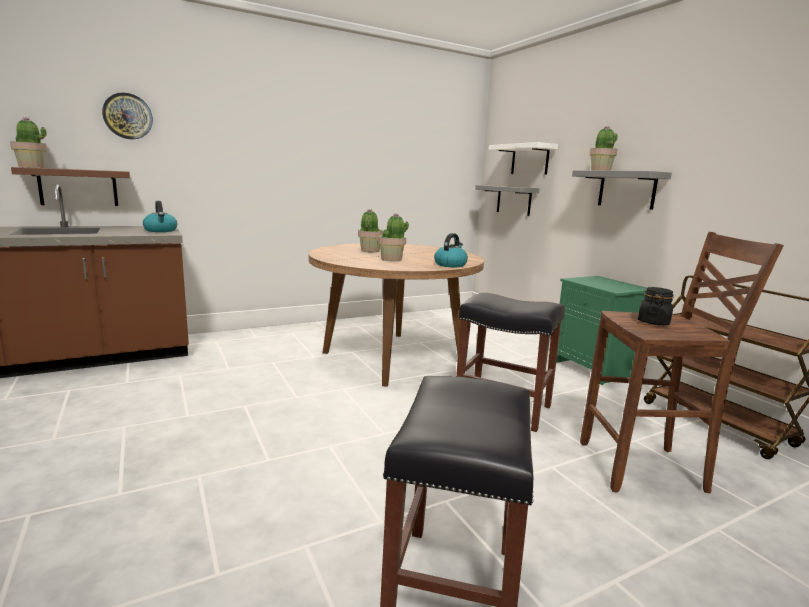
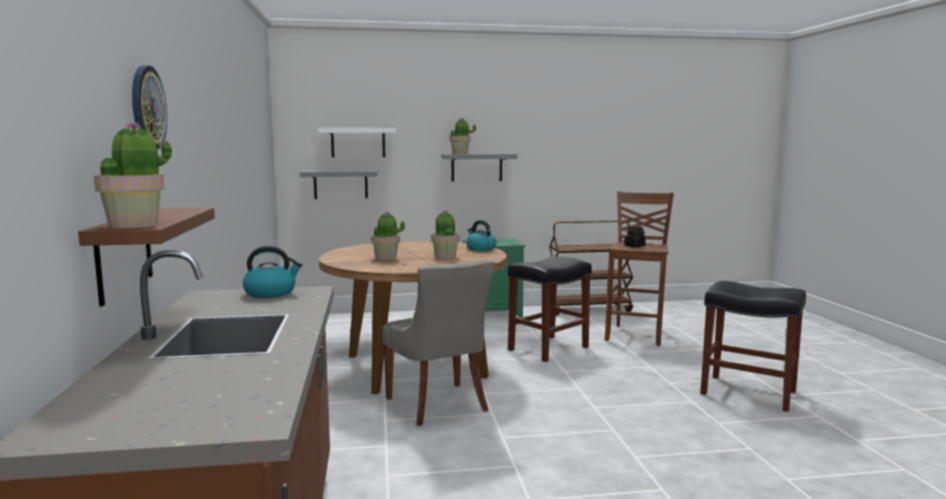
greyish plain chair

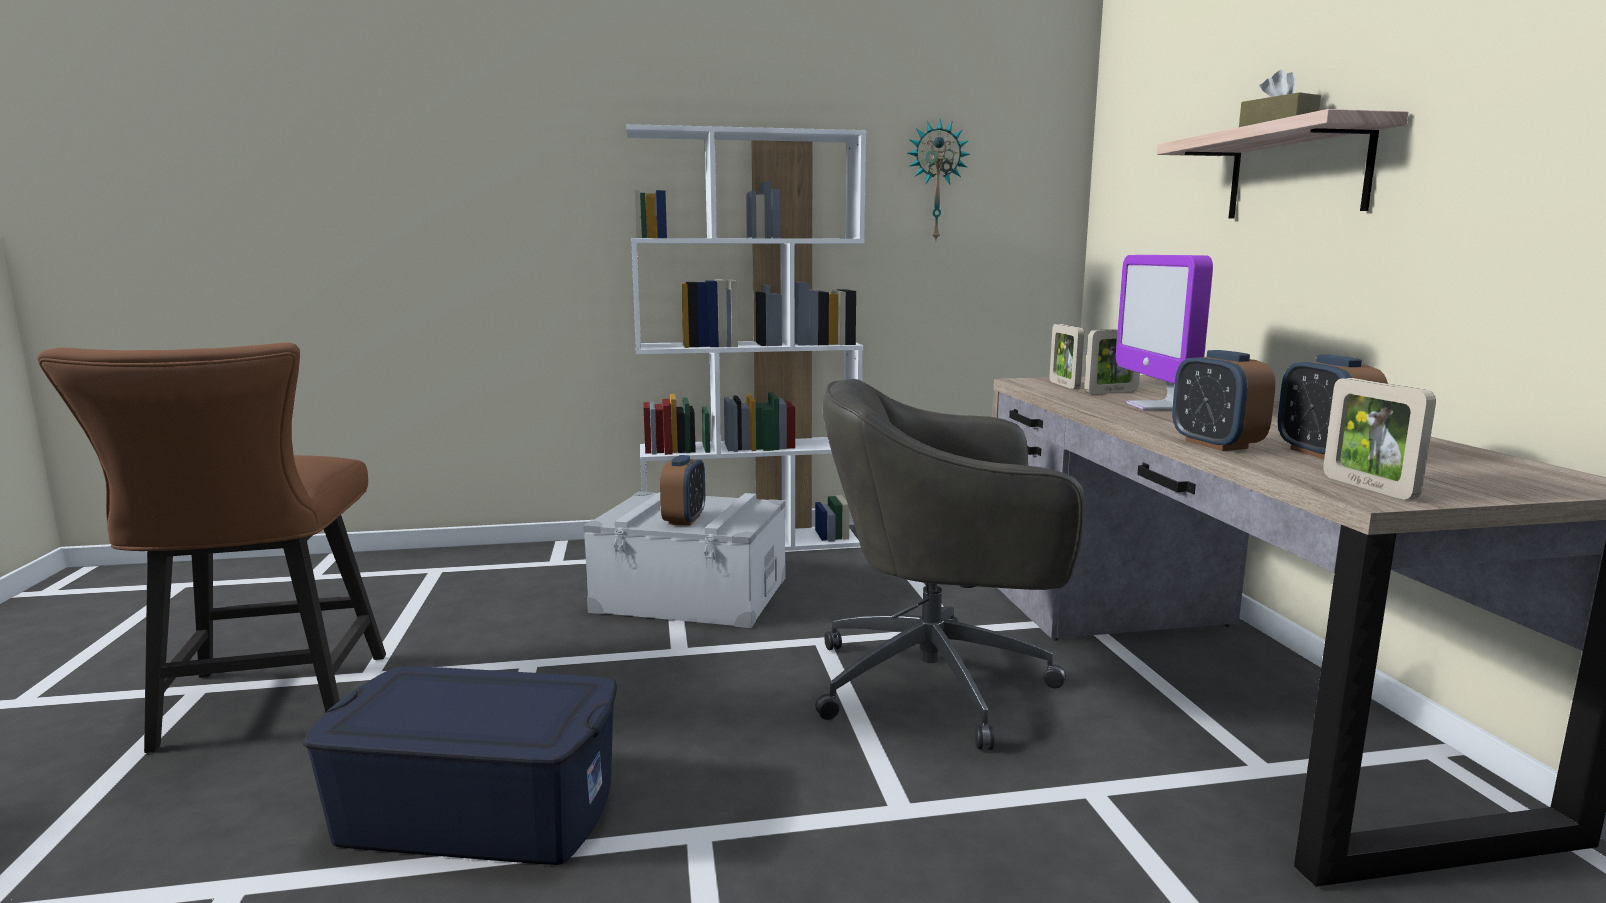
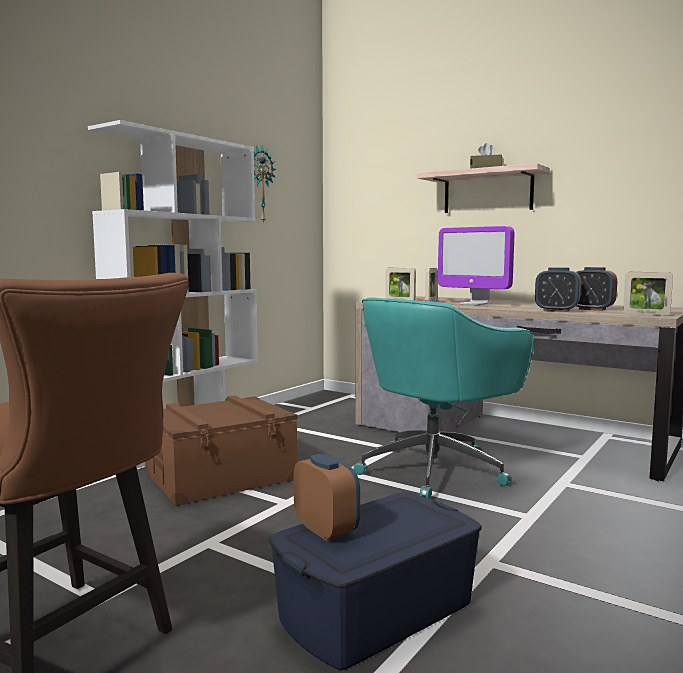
brown-coloured storage box
bedside clock (1st from left)
blue-green computer chair

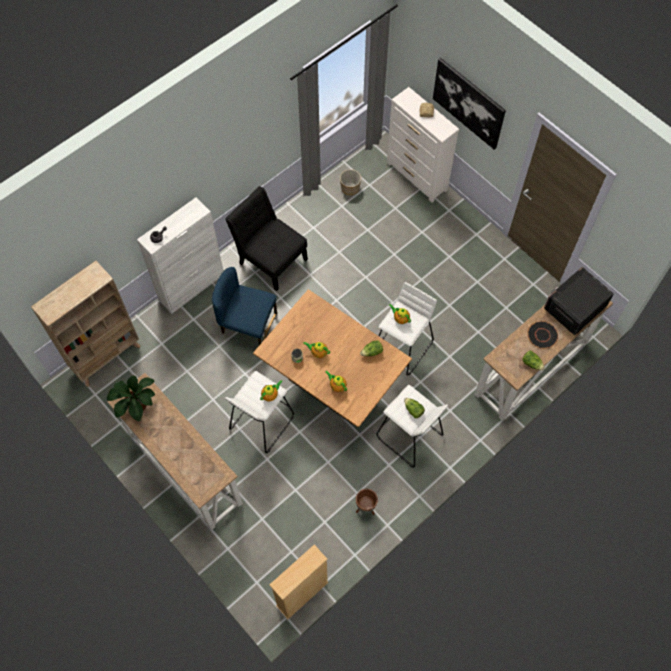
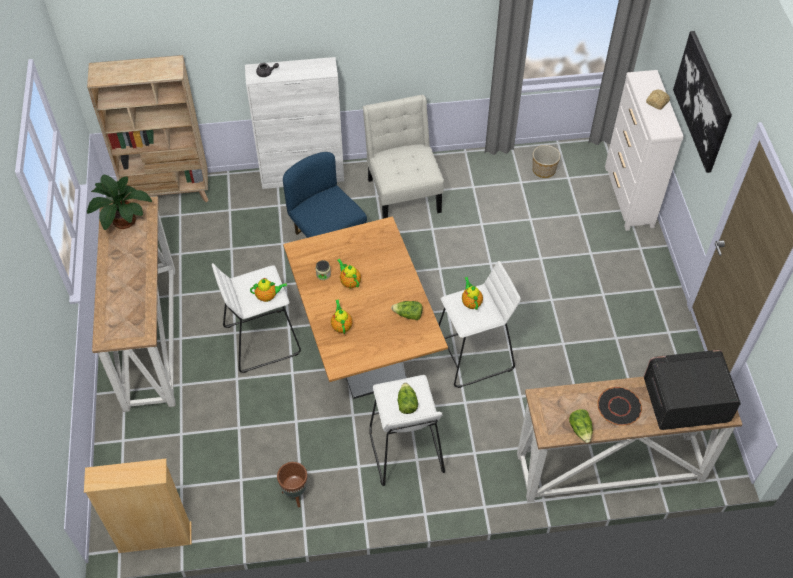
whitish plain chair

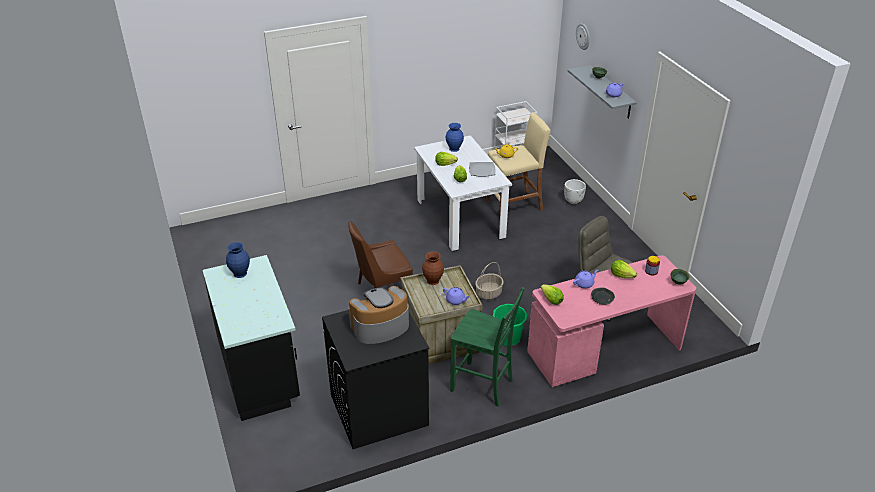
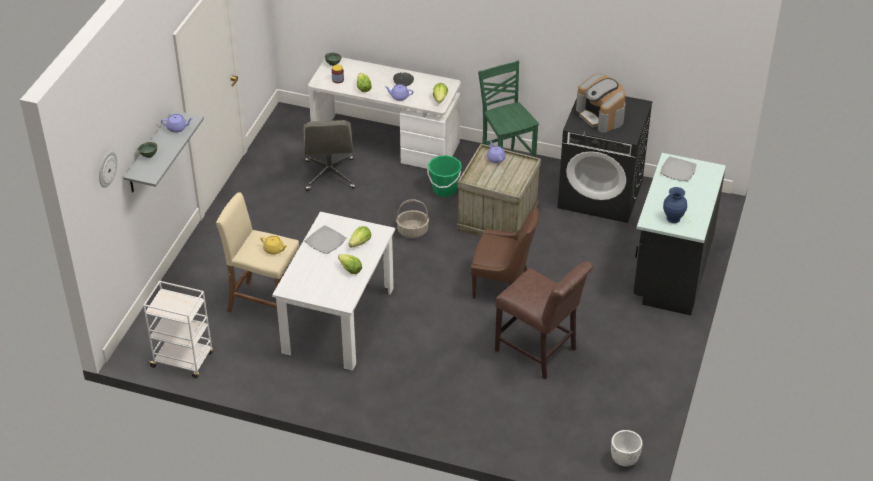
coffee machine
brown-coloured vase
blue-coloured vase (2nd from left in the first image)
whitish desk table
whitish planter
brown-coloured plain chair (2nd from left)
flat dish (2nd from left)

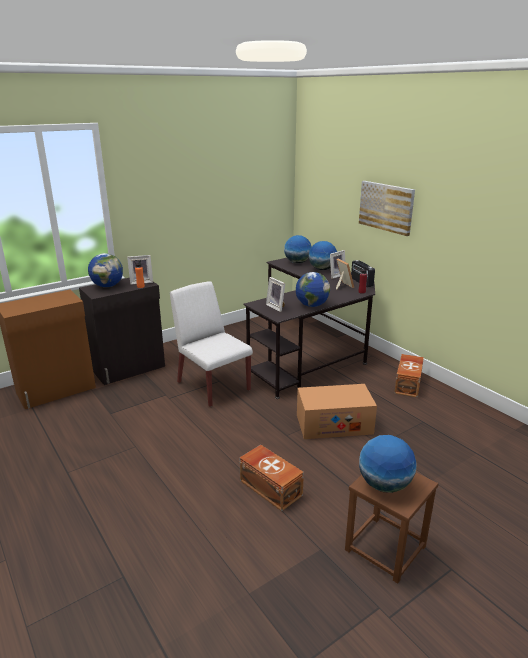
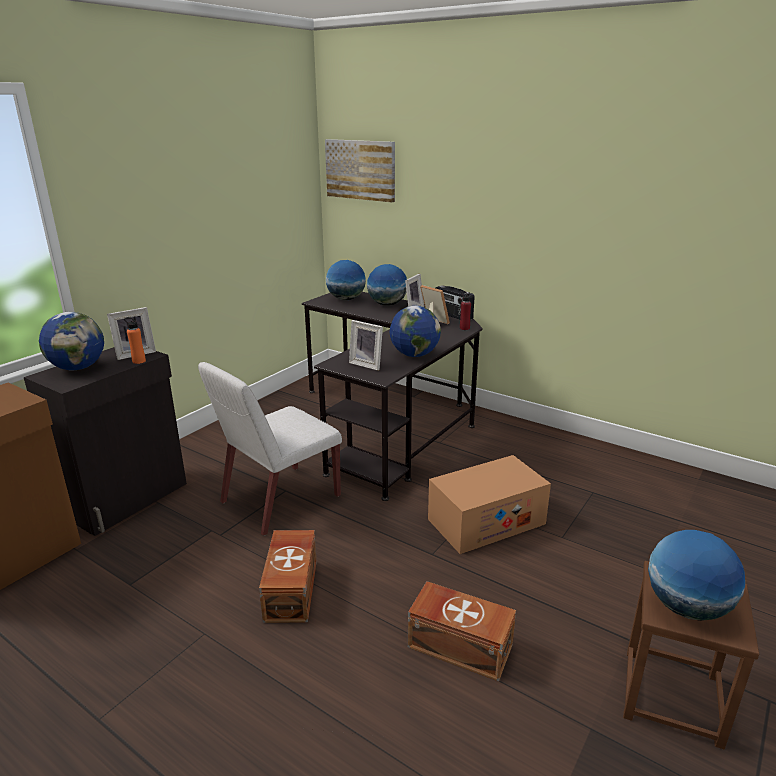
whitish plain chair
picture
brown-coloured storage box (1st from left)

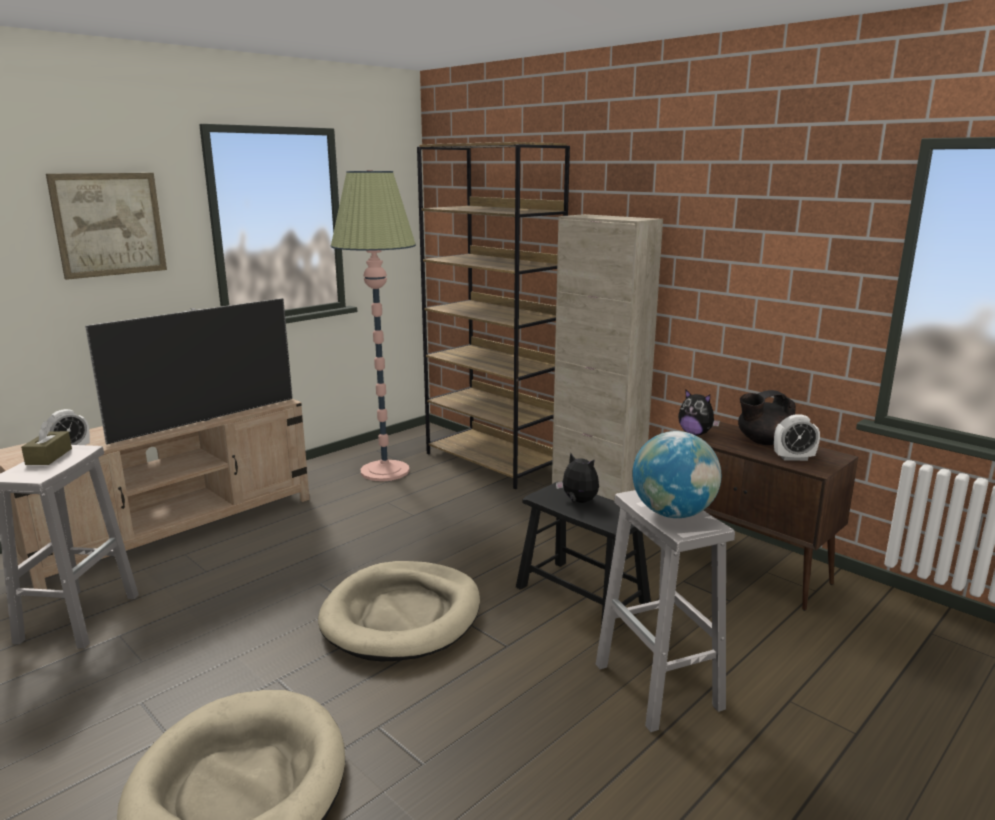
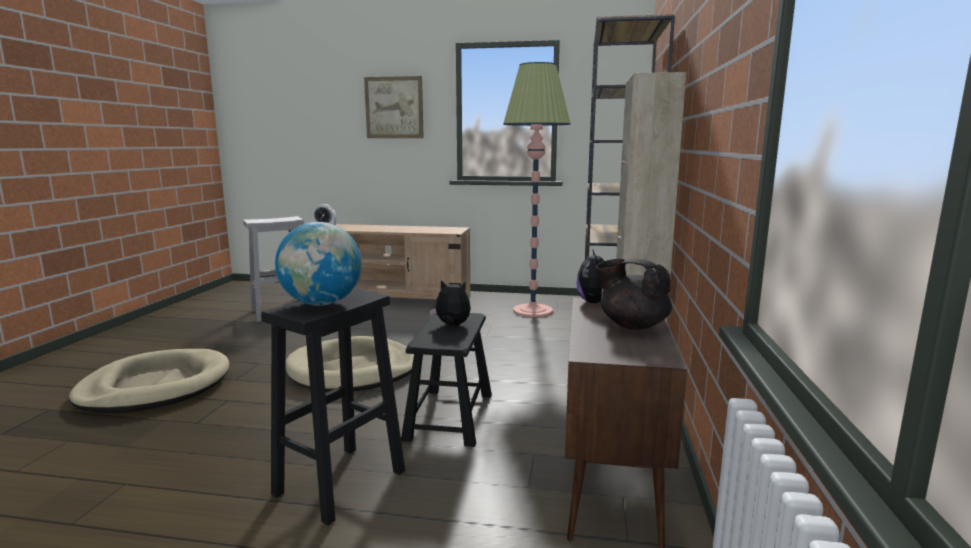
brown-coloured tissue box
TV set
cuddly toy (1st from left)
black-coloured stool (1st from left)
bedside clock (2nd from left in the first image)

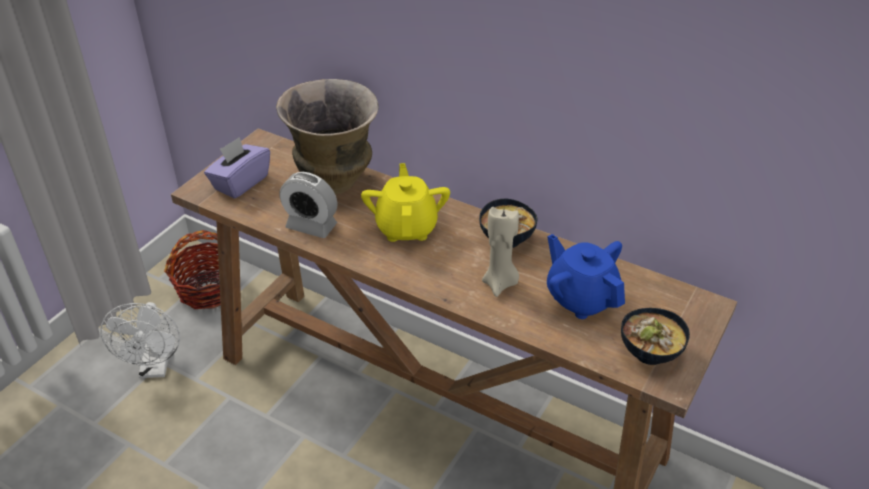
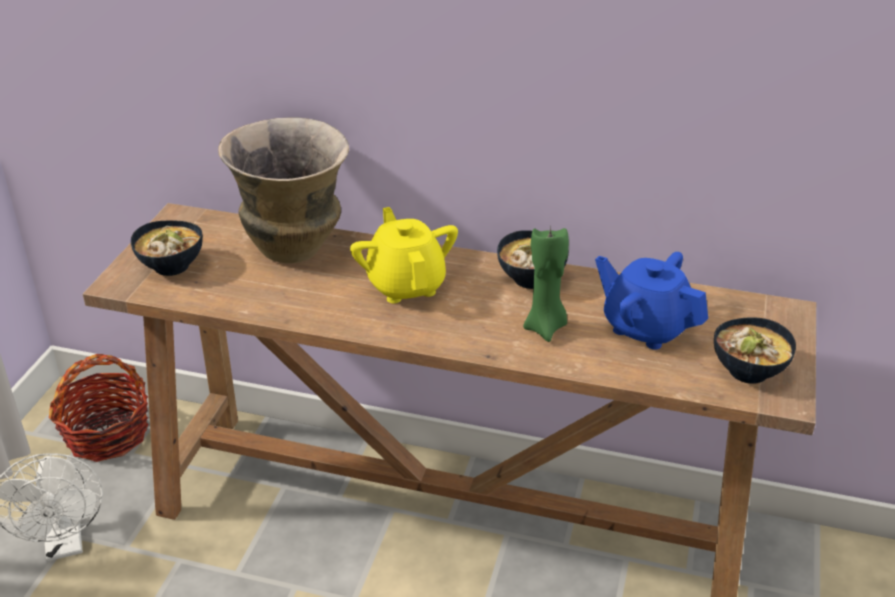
deep dish (1st from left)
bedside clock
green candle

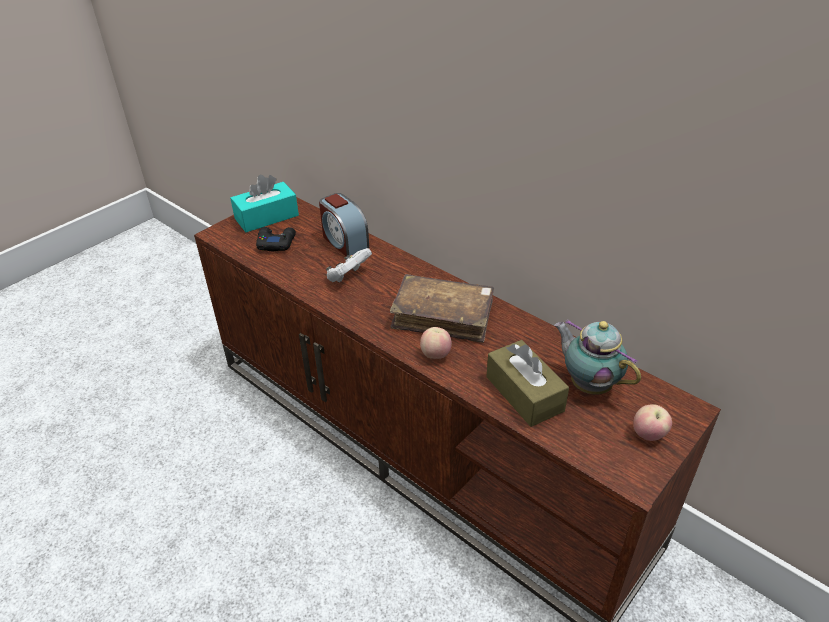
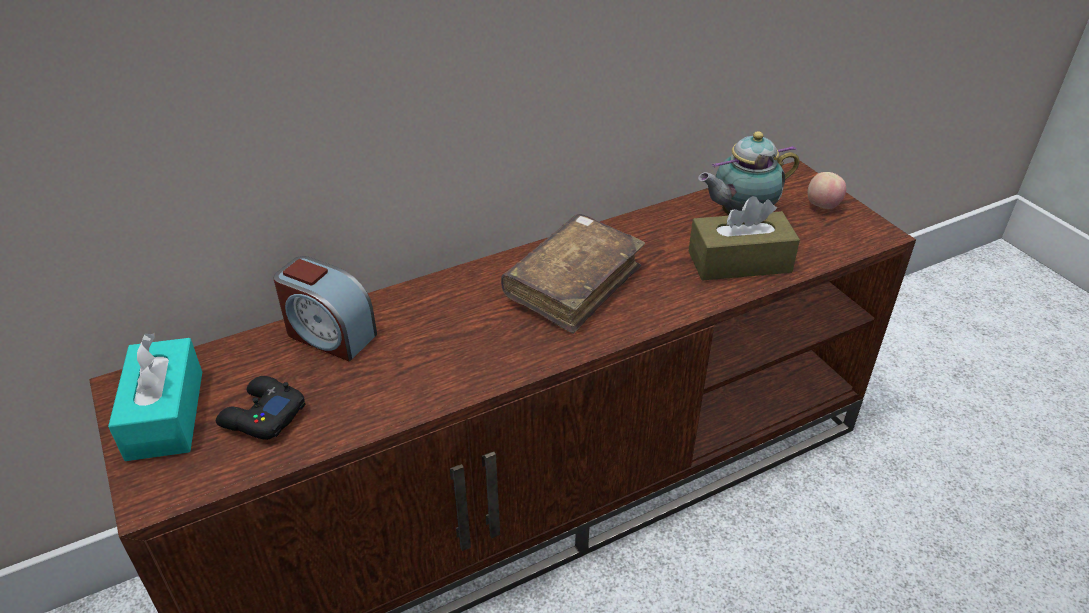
bedside clock
whitish joypad
apple fruit (1st from left in the first image)

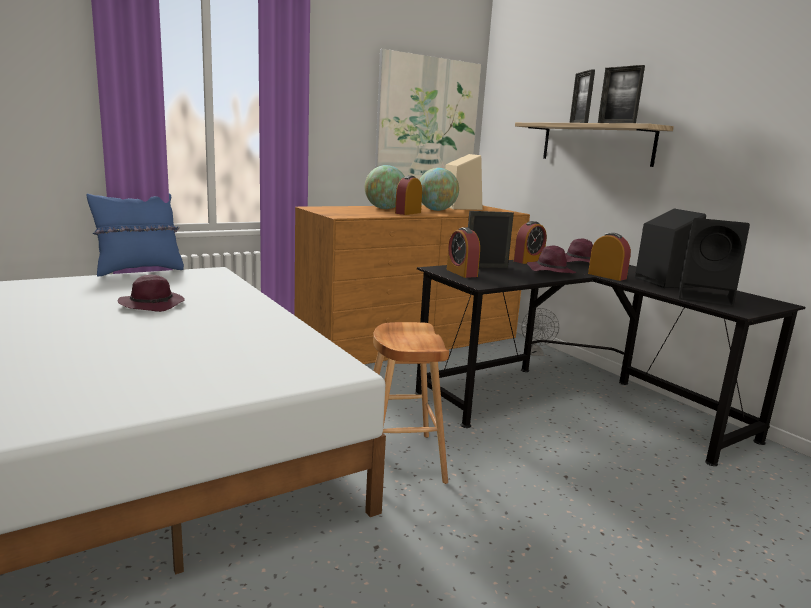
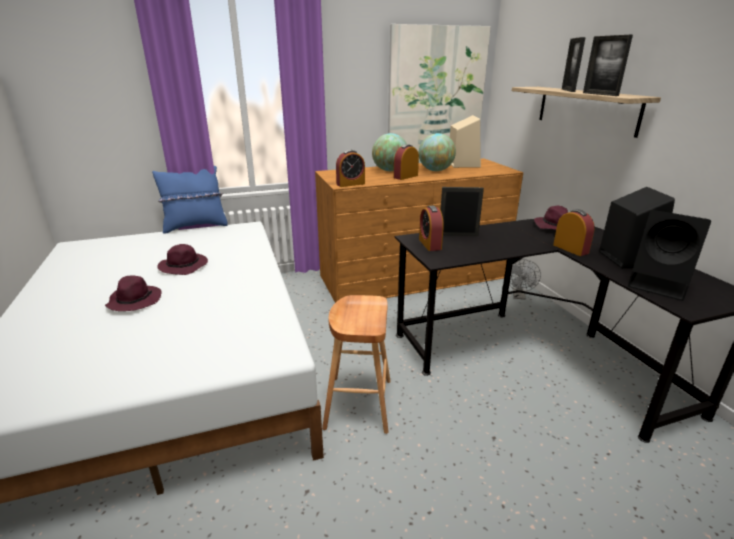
bedside clock (1st from left)
purple clothing hat (1st from left)

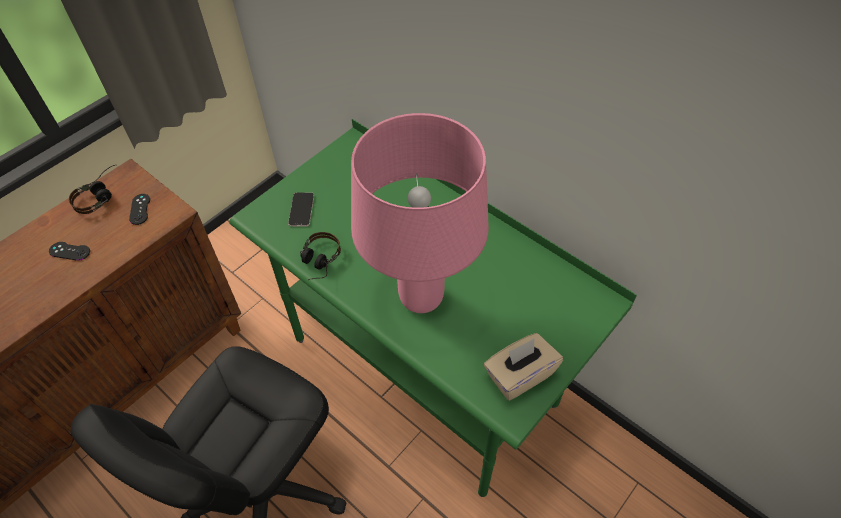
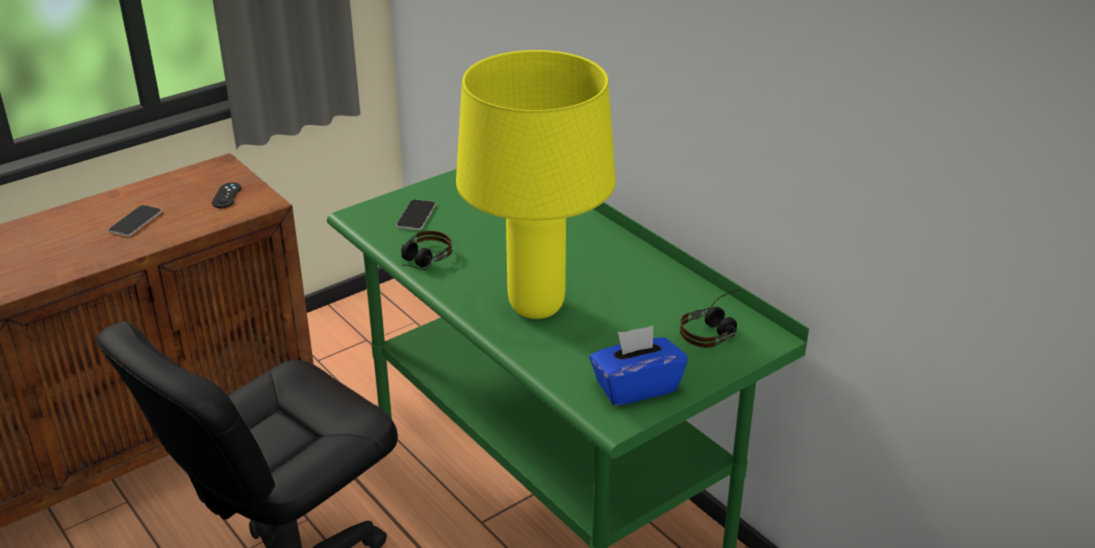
handset (1st from left)
pair of headphones (2nd from left)
yellowish table lamp
blue-coloured tissue box

